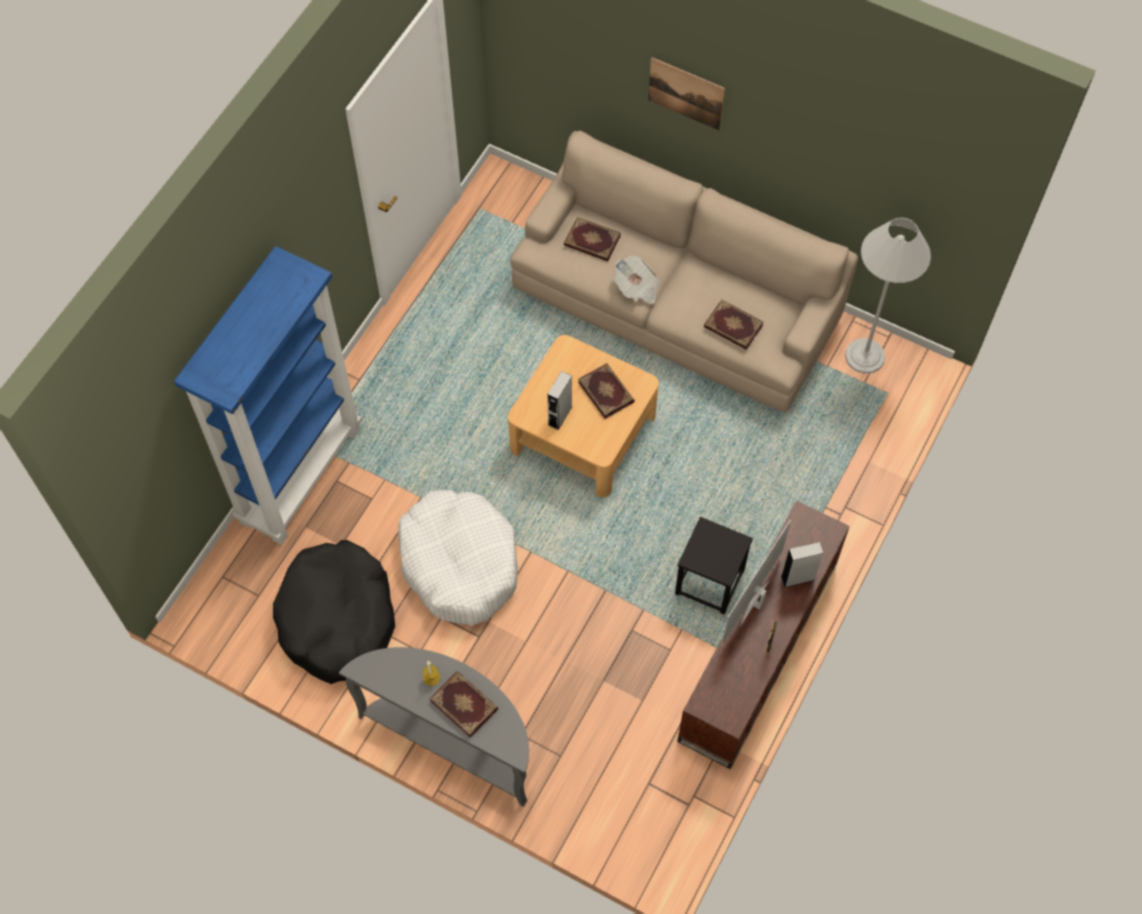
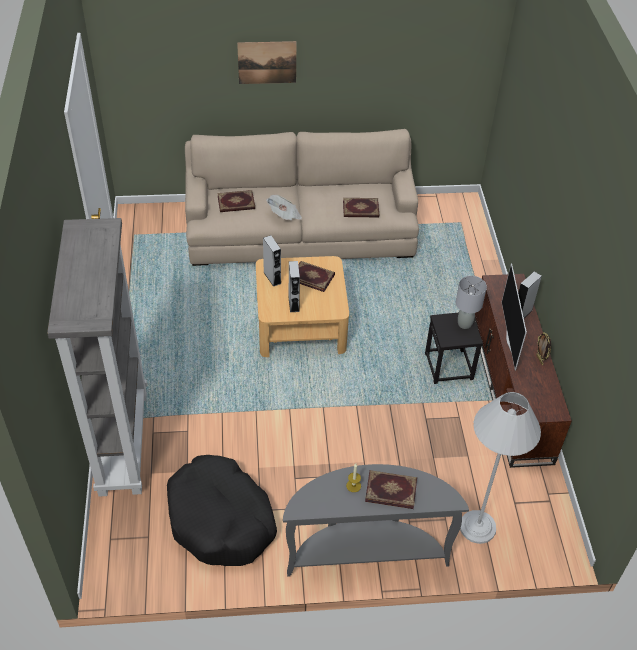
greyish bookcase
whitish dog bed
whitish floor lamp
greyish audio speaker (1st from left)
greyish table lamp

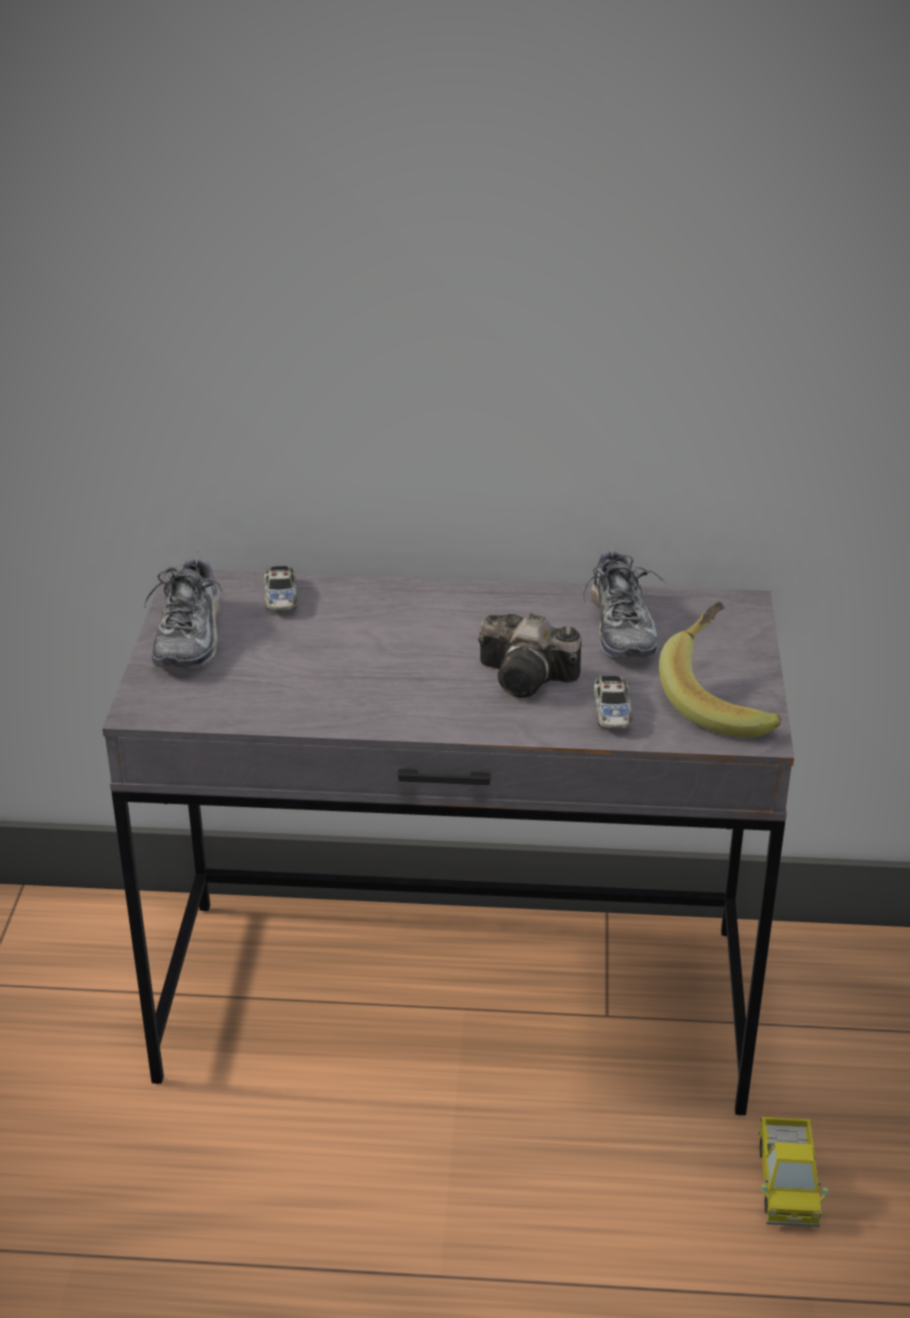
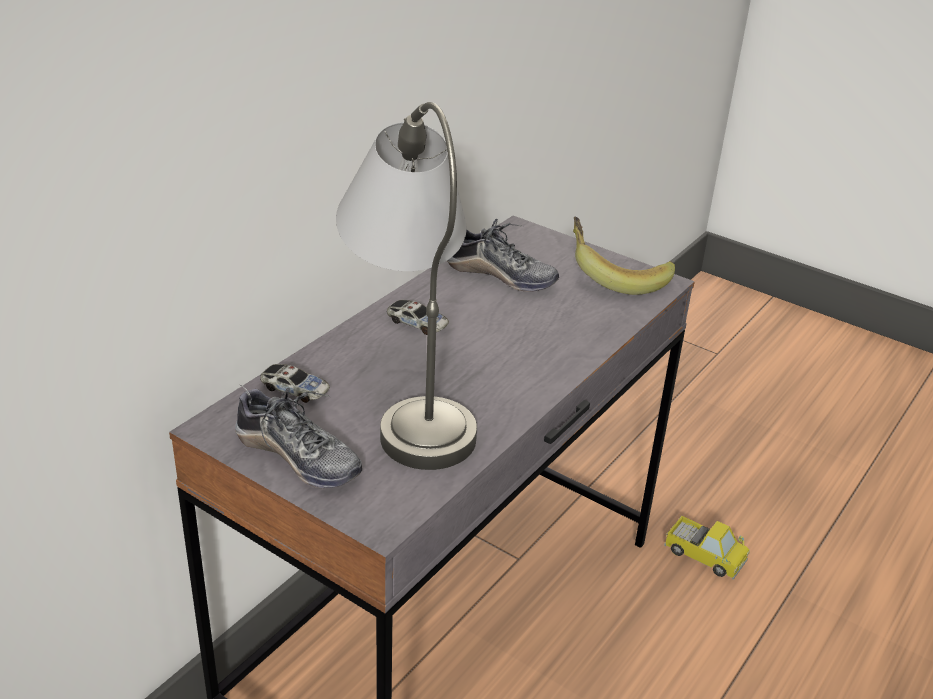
still camera
toy car (2nd from left)
greyish table lamp

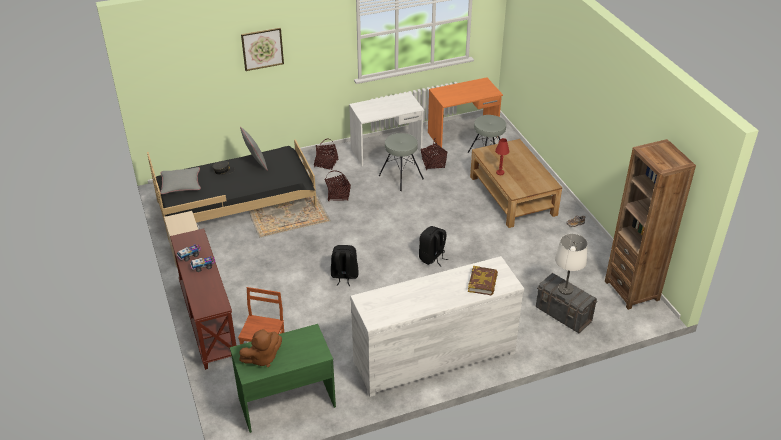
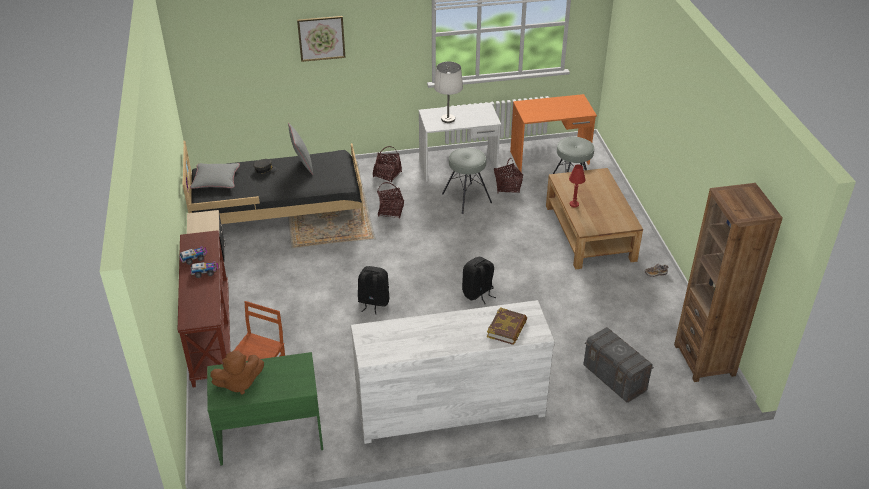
whitish table lamp

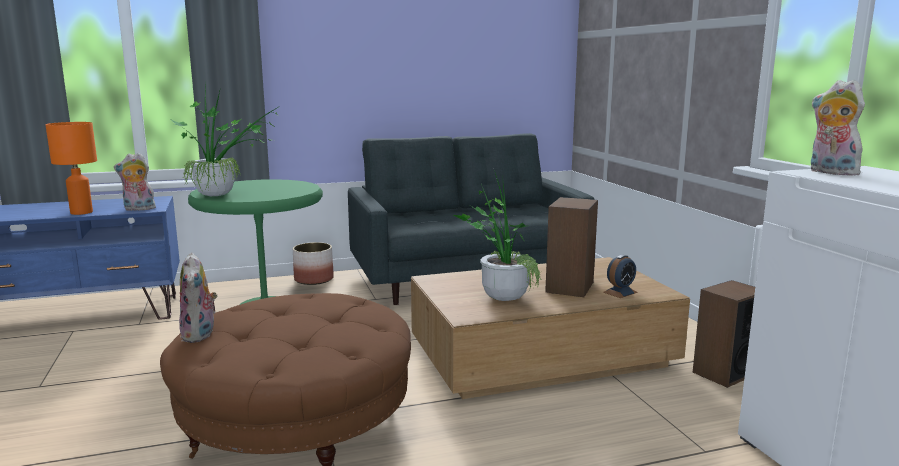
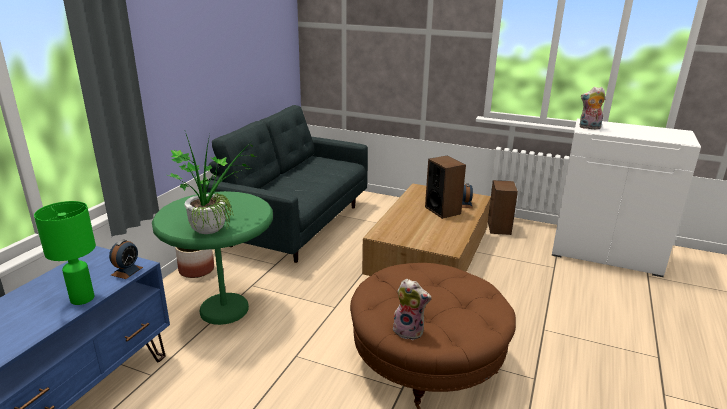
green table lamp
bedside clock (1st from left)
houseplant (2nd from left in the first image)

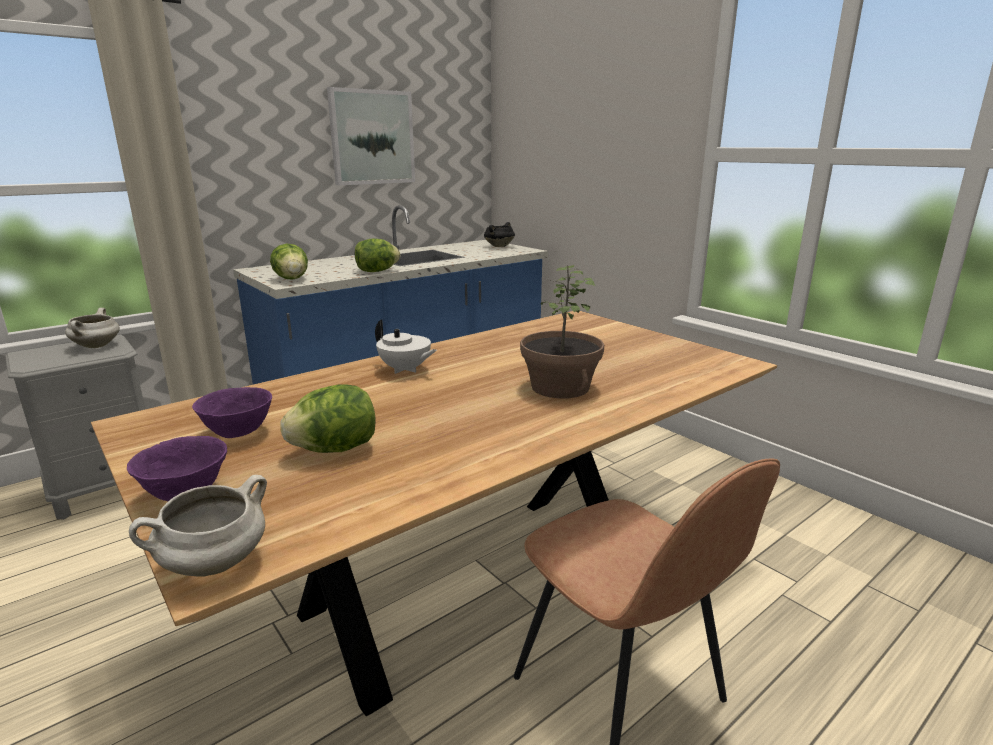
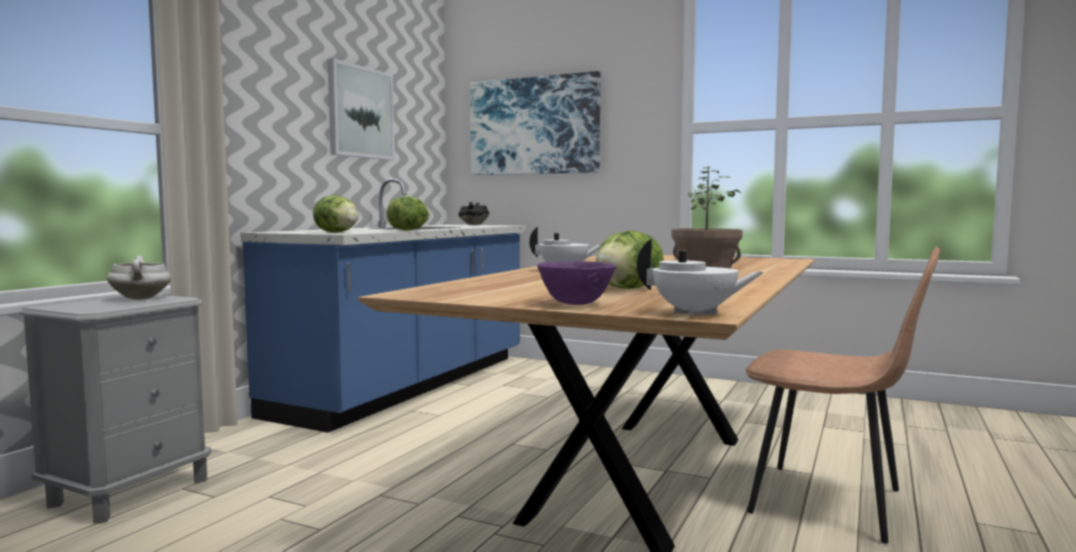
whitish tea pot (2nd from left)
purple deep dish (2nd from left in the first image)
picture (2nd from left)

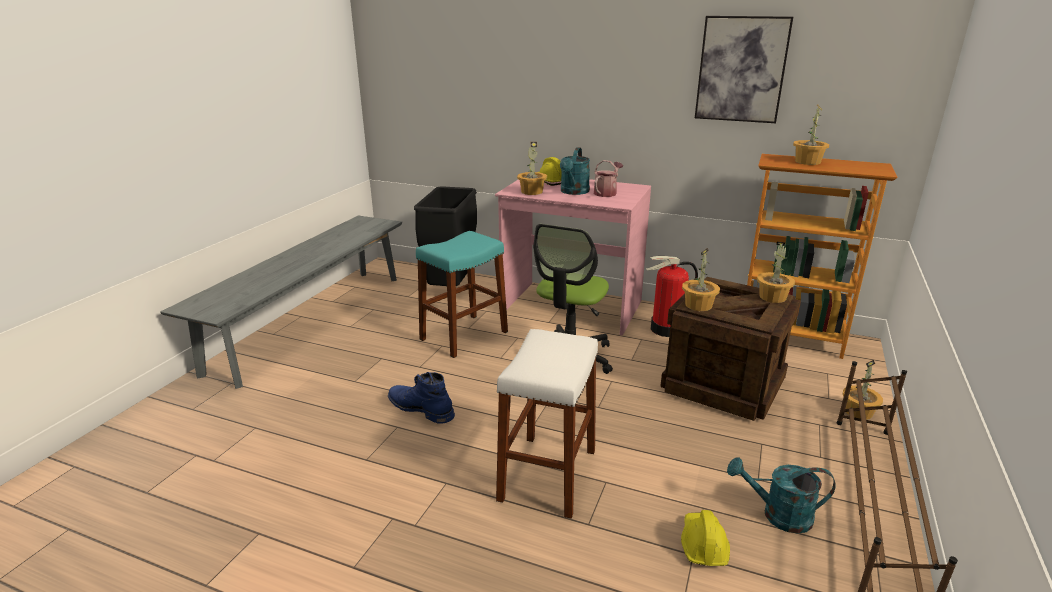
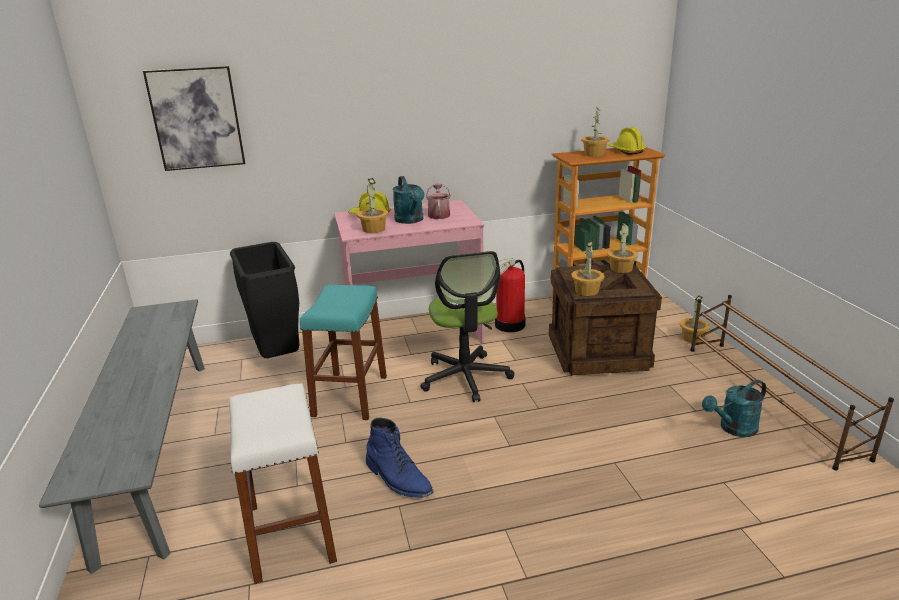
blue-coloured tall boot
whitish stool
yellowish safety helmet (2nd from left)
picture

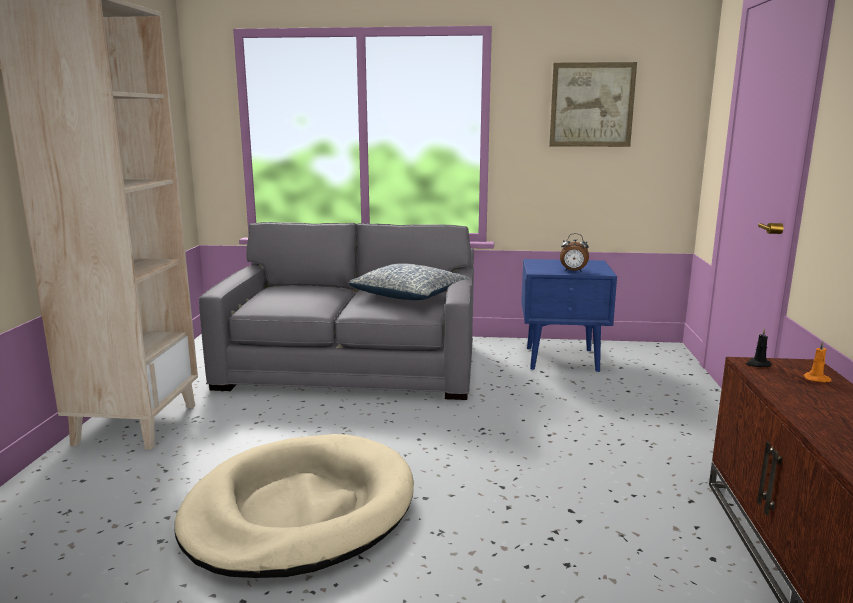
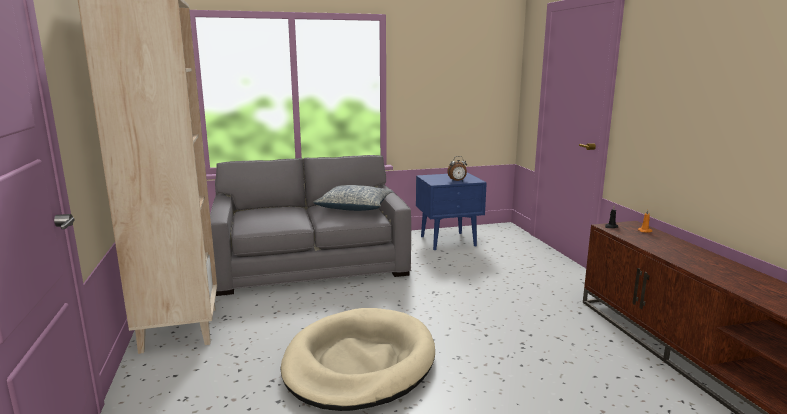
picture

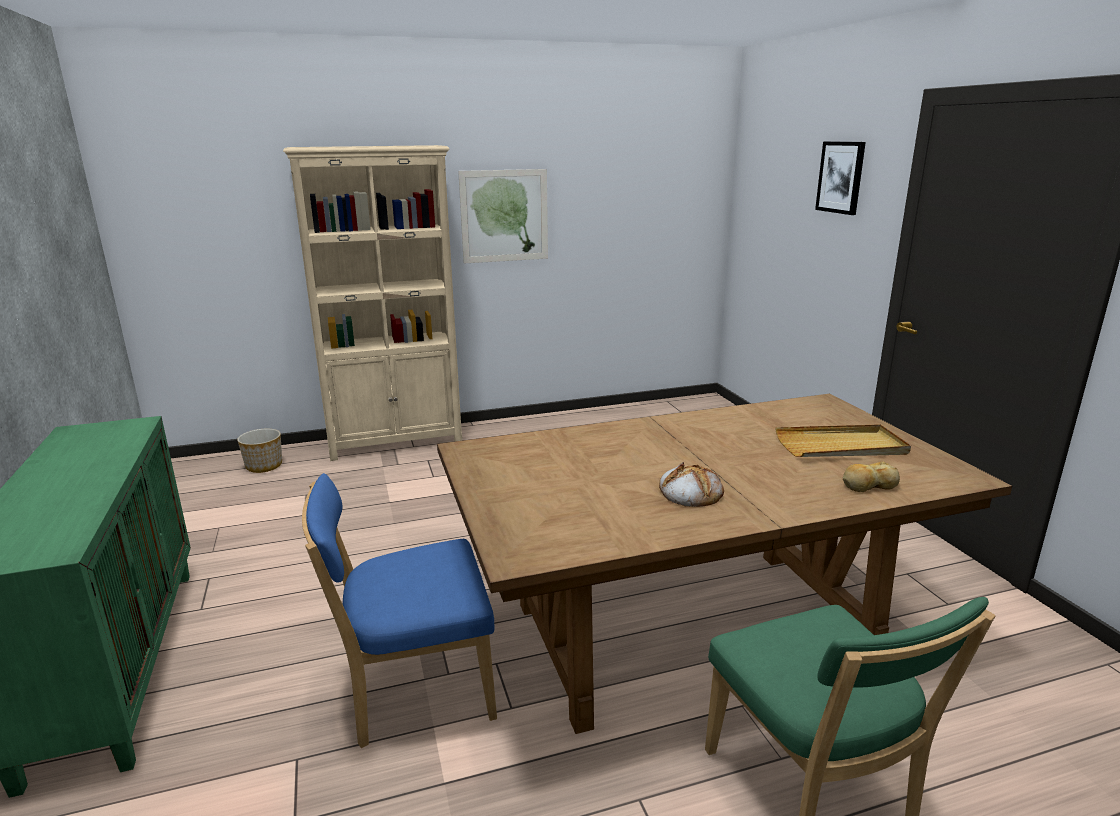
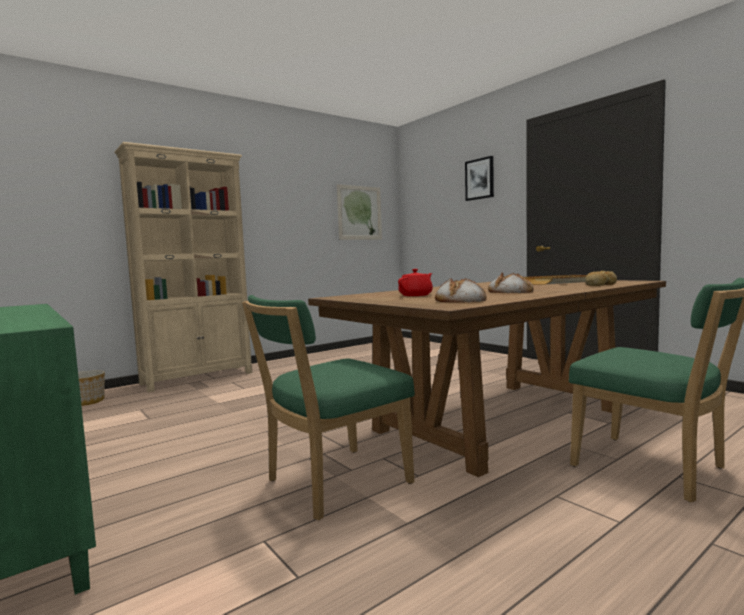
green plain chair (1st from left)
picture (1st from left)
red-coloured tea pot
bakery bread (1st from left)

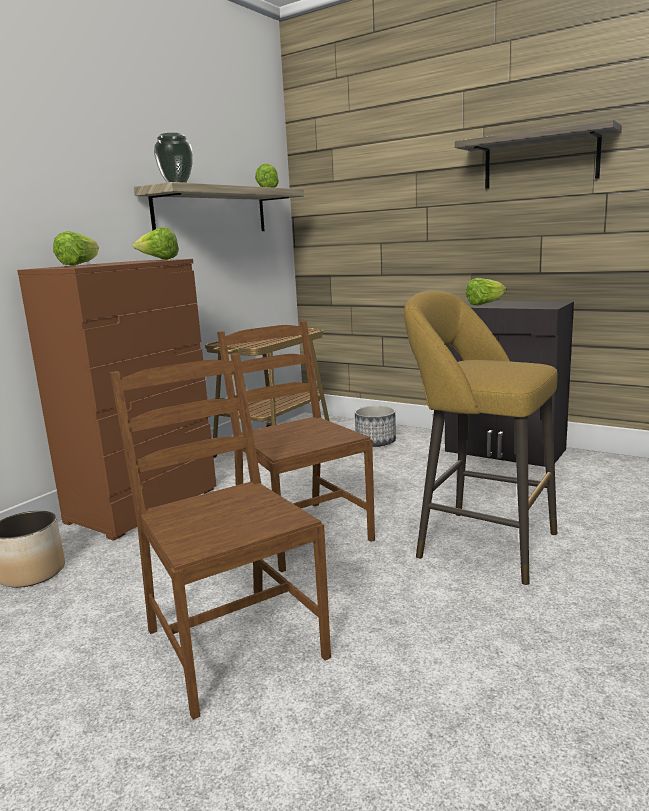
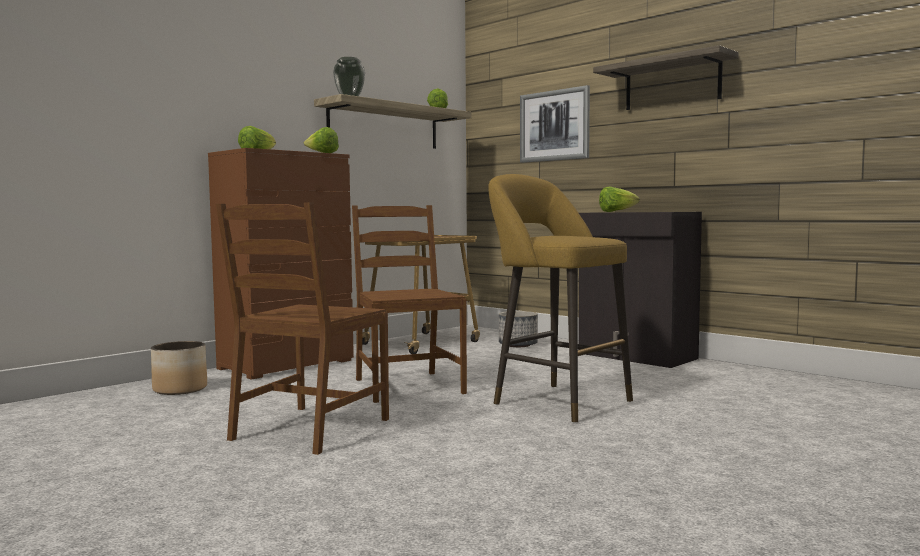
brown-coloured plain chair (1st from left)
picture

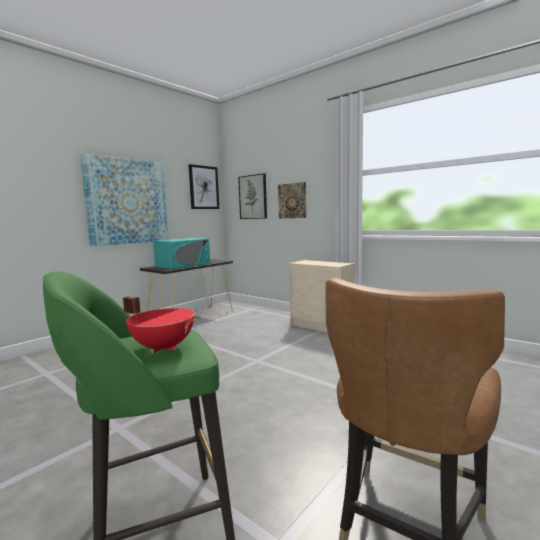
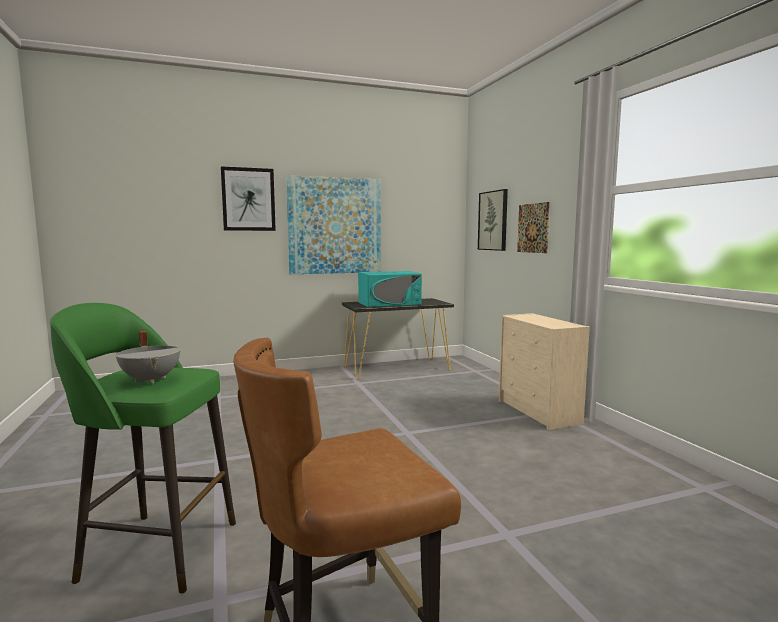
greyish saucepot
picture (1st from left)

